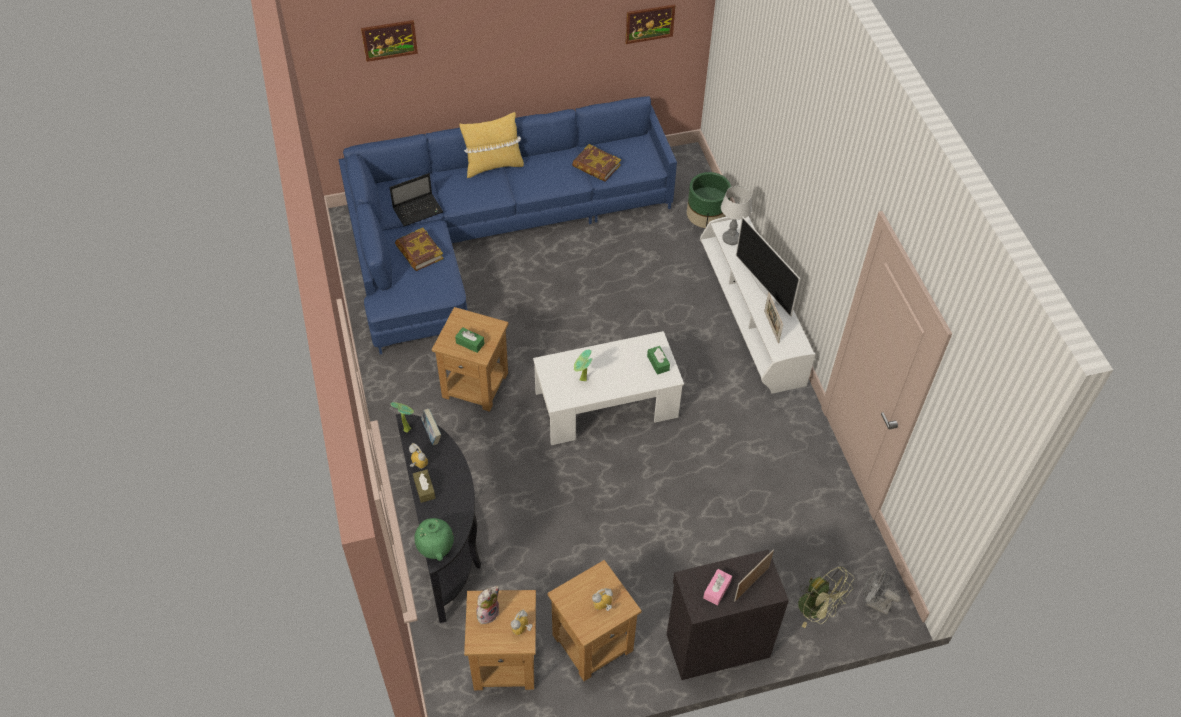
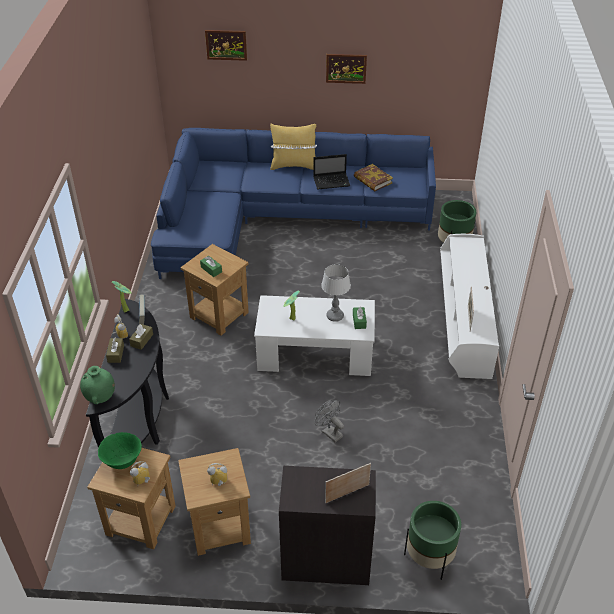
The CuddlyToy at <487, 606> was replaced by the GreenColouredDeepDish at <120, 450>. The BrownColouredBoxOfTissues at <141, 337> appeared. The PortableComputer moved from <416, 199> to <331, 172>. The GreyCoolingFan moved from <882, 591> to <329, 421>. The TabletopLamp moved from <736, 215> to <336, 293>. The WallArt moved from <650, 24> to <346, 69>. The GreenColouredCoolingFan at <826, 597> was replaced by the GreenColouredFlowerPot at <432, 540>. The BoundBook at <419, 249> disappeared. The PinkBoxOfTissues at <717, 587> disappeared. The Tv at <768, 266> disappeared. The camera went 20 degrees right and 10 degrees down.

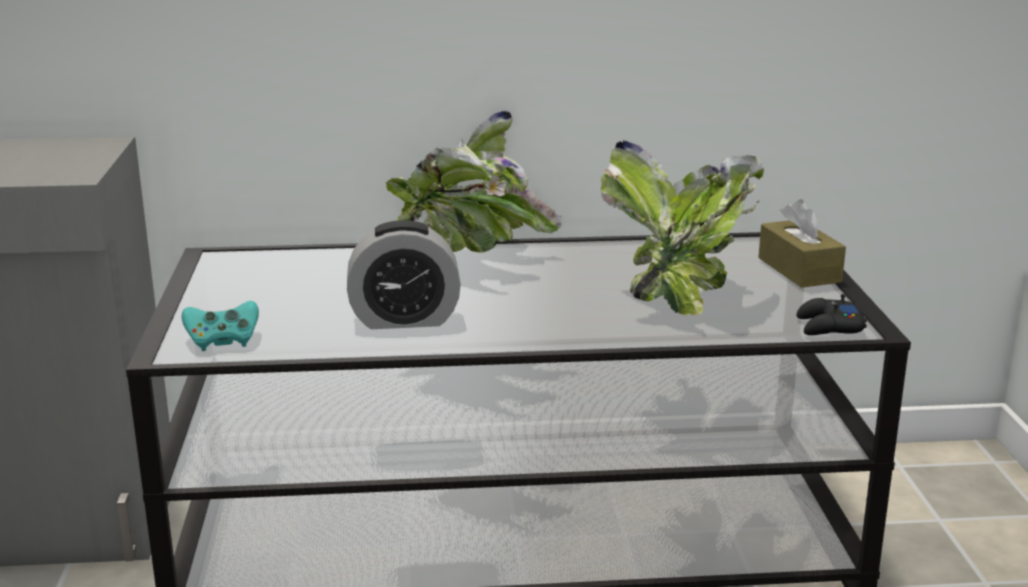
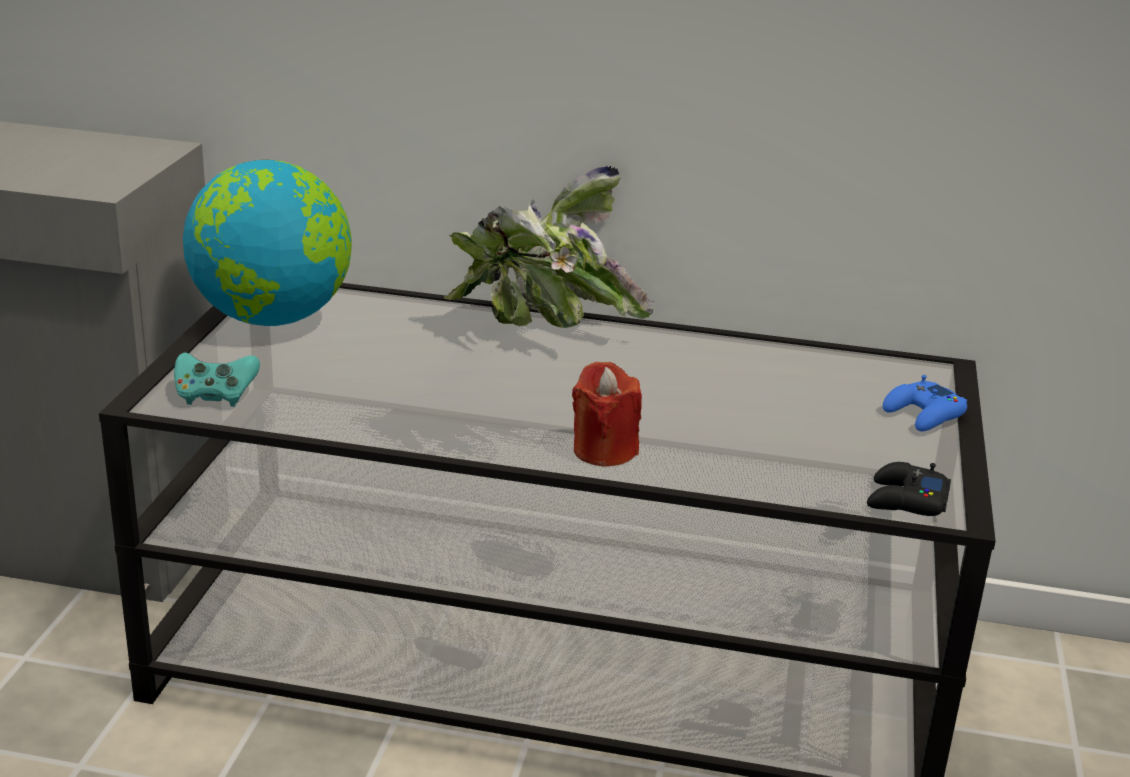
The DeskGlobe at <267, 243> appeared. The ReddishWaxLight at <607, 414> appeared. The BrownColouredBoxOfTissues at <802, 243> was replaced by the BlueGameController at <925, 403>. The AlarmClock at <404, 274> disappeared. The PottedPlant at <682, 227> disappeared. The camera went 15 degrees right and 5 degrees up.

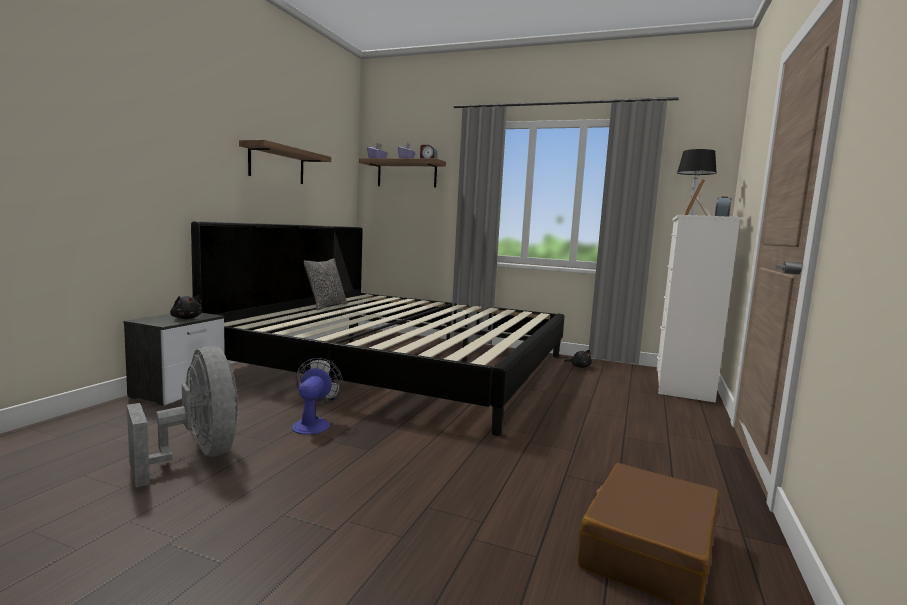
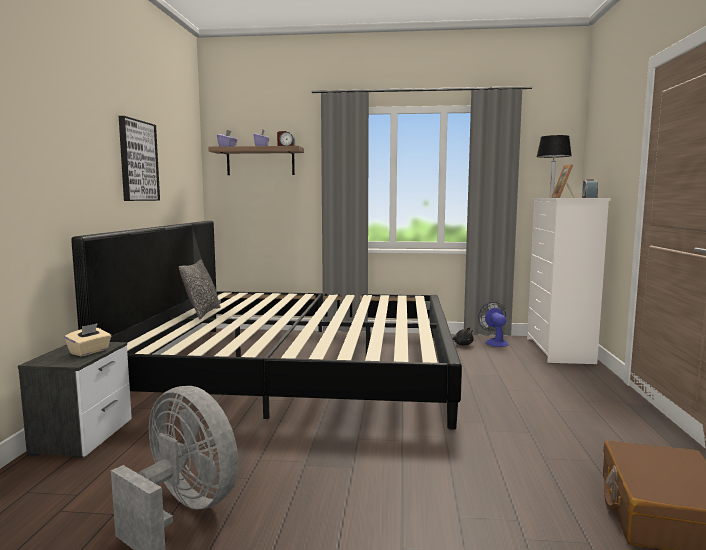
The BlackColouredCuddlyToy at <186, 307> was replaced by the SandColouredBoxOfTissues at <87, 339>. The Shelf at <285, 162> was replaced by the WallArt at <139, 158>. The CoolingFan moved from <317, 396> to <493, 324>. The camera went 15 degrees left and 0 degrees up.

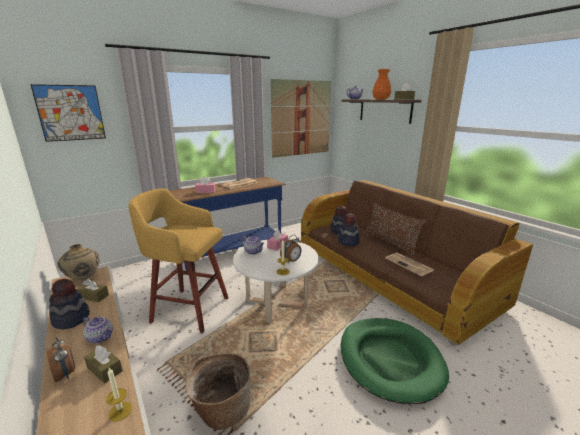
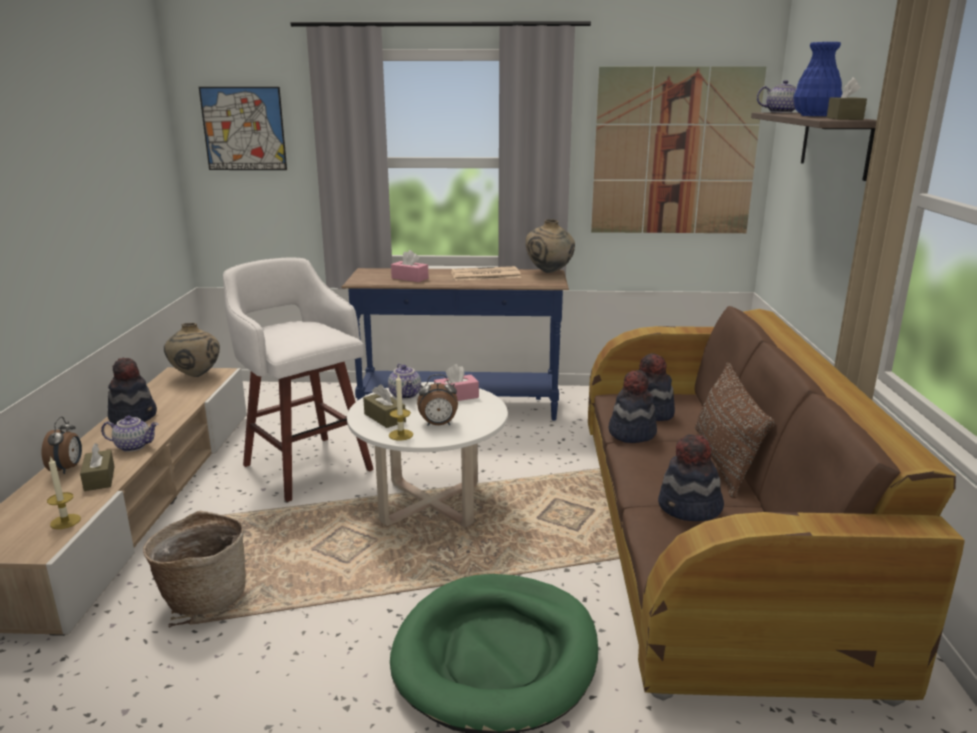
The Teapot at <98, 330> turned 60 degrees counterclockwise. The YellowStoolSeat at <178, 260> became the WhiteColouredStoolSeat at <298, 380>. The BrownColouredBoxOfTissues moved from <92, 291> to <384, 406>. The SandColouredFlowerVase at <550, 246> appeared. The PrintedPaper at <409, 264> was replaced by the ClothingHat at <691, 478>. The OrangeyFlowerVase at <381, 84> became the BlueFlowerVase at <817, 79>. The camera went 35 degrees right and 0 degrees up.

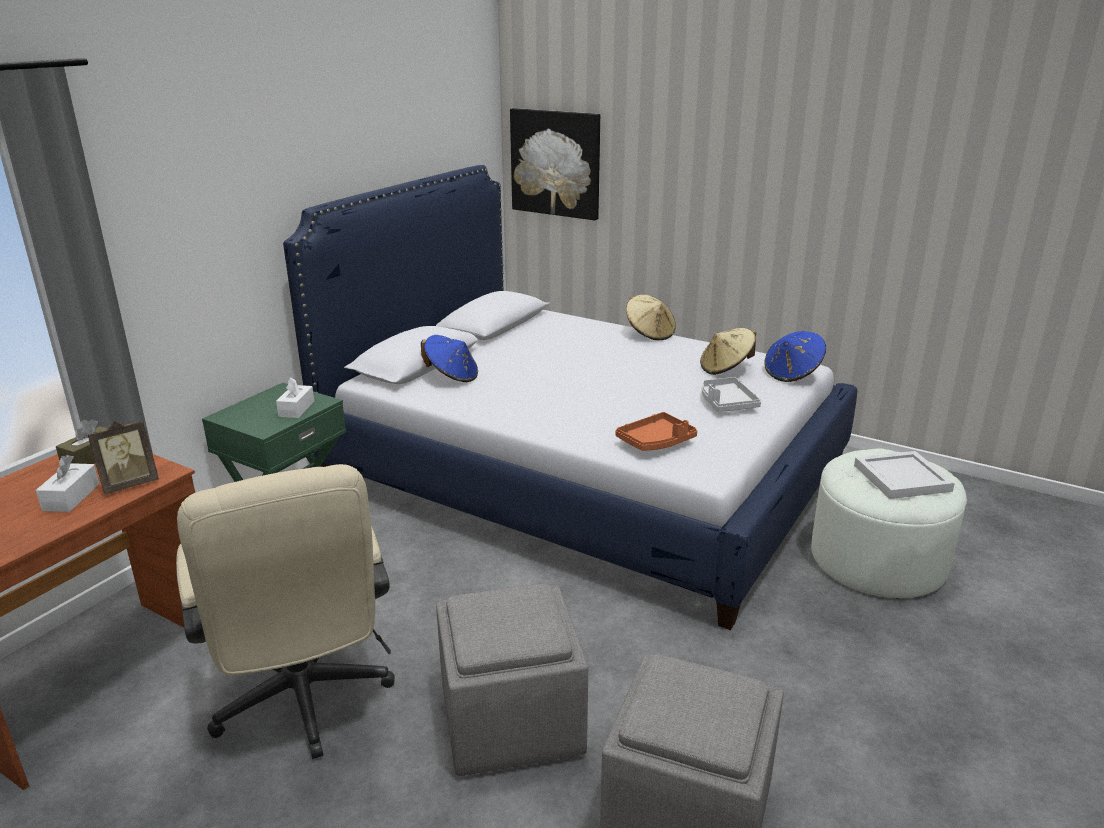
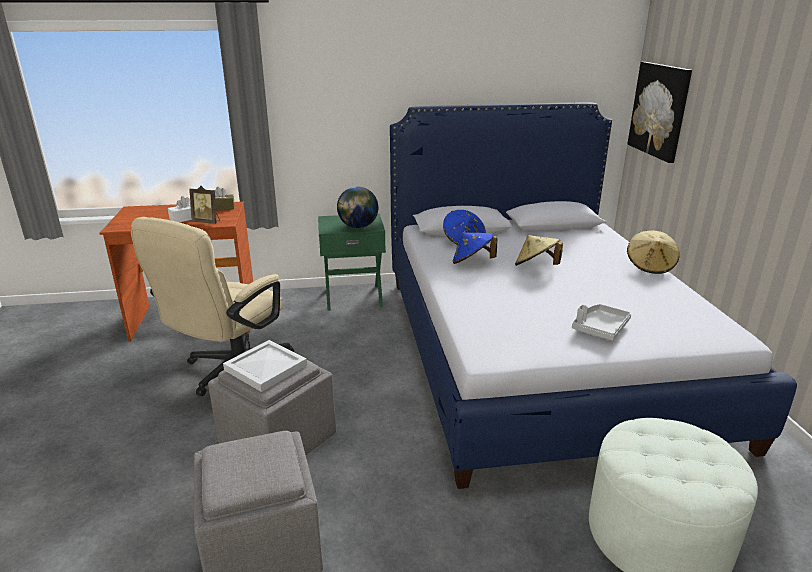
The WhiteColouredServingTray moved from <904, 475> to <265, 366>. The WhiteColouredBoxOfTissues at <295, 398> was replaced by the DeskGlobe at <358, 207>. The BlueClothingHat moved from <795, 356> to <475, 248>. The SandColouredClothingHat moved from <728, 351> to <539, 250>. The OrangeyServingTray at <656, 431> disappeared. The camera went 50 degrees right and 0 degrees up.

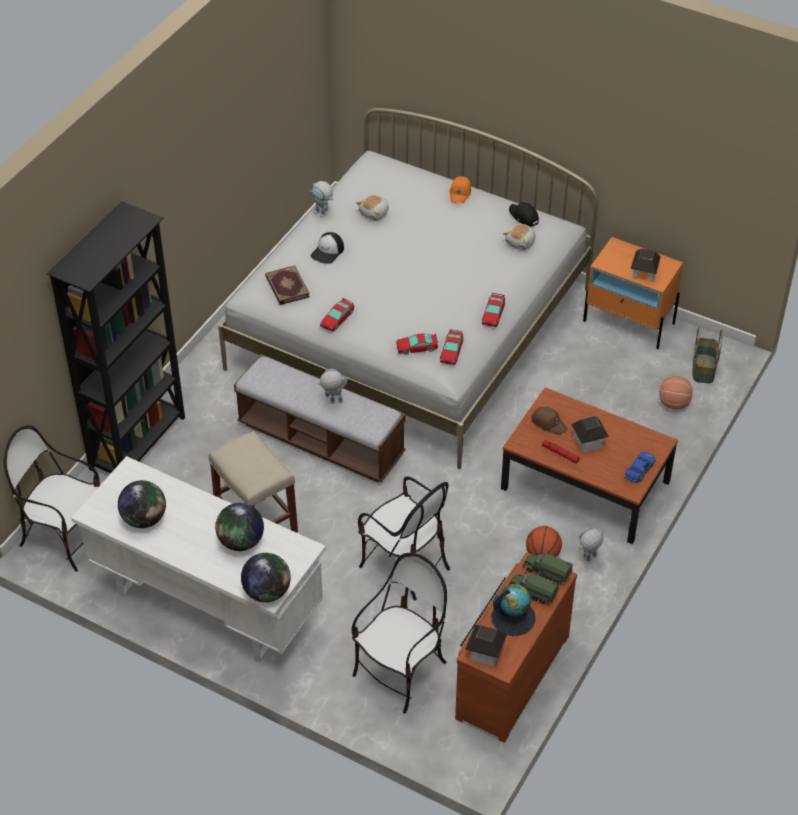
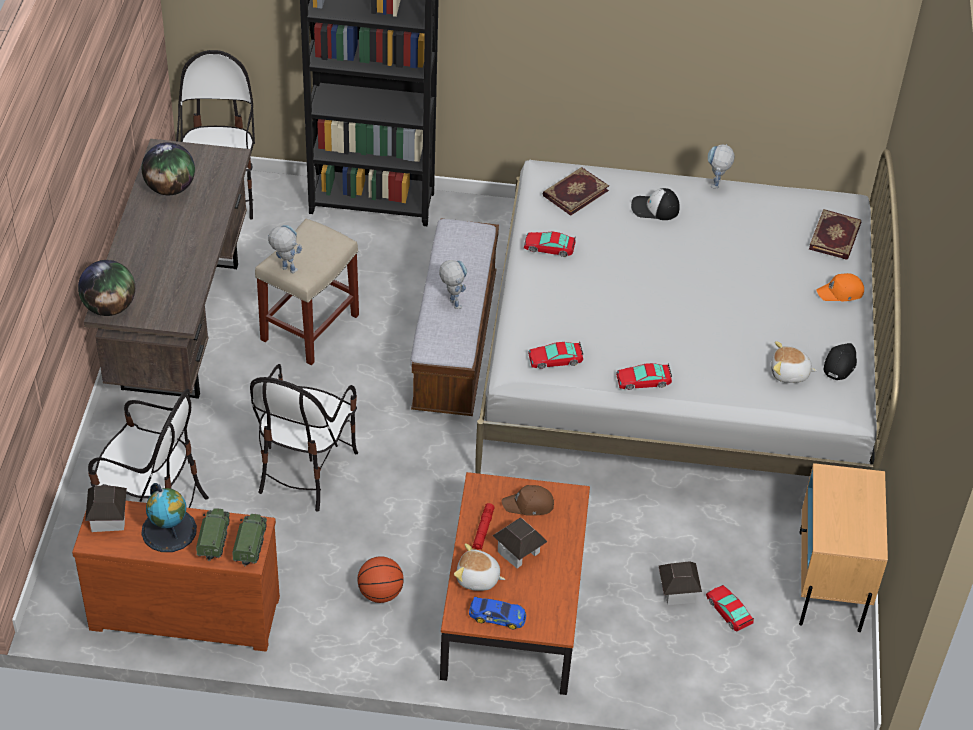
The WhiteColouredDesk at <198, 559> became the BrownColouredDesk at <167, 269>. The ModelRobot moved from <591, 544> to <285, 249>. The CuddlyToy moved from <372, 208> to <479, 567>. The BrownColouredBaseballCap at <549, 421> turned 75 degrees clockwise. The MiniatureHouse moved from <646, 265> to <680, 583>. The ToyCar moved from <417, 343> to <730, 608>. The OrangeyNightstand at <633, 293> became the SandColouredNightstand at <843, 547>. The BoundBook at <835, 234> appeared. The DeskGlobe at <239, 527> disappeared. The BallForBasketball at <676, 393> disappeared. The HouseholdBasket at <708, 355> disappeared. The camera went 65 degrees right and 0 degrees up.

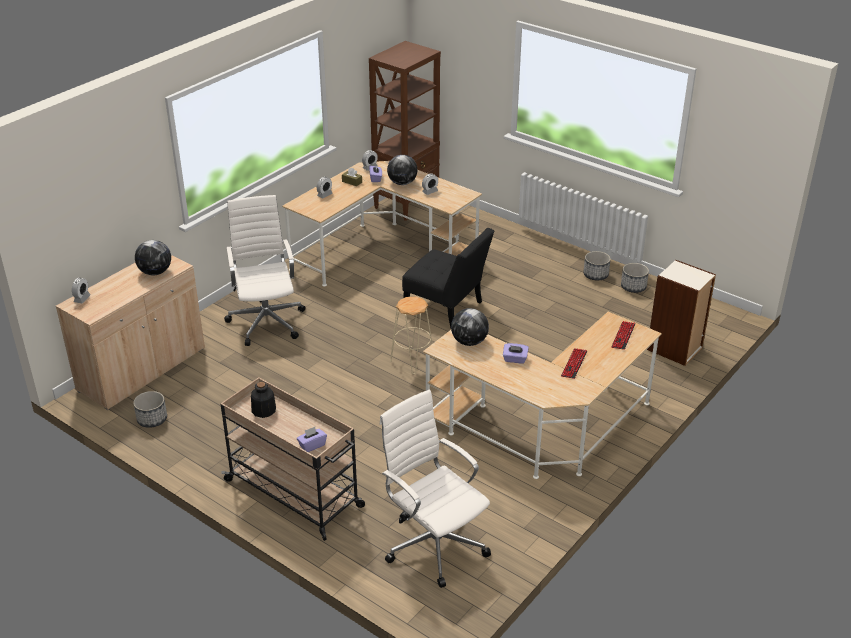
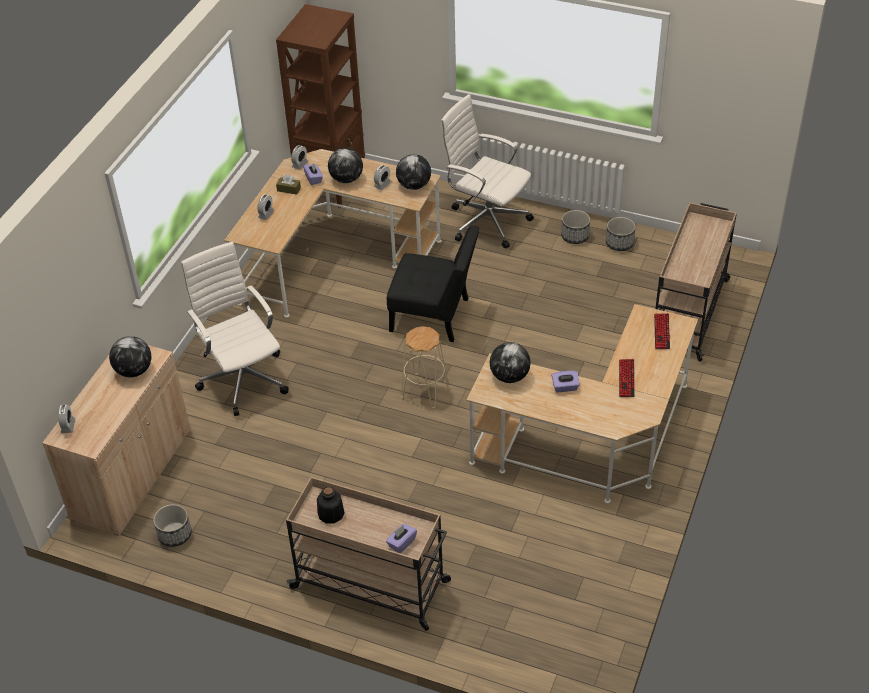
The DeskGlobe at <413, 172> appeared. The WhiteColouredComputerChair moved from <435, 489> to <487, 171>. The Bookcase at <681, 313> was replaced by the SandColouredTrolley at <696, 281>. The camera went 15 degrees left and 10 degrees up.

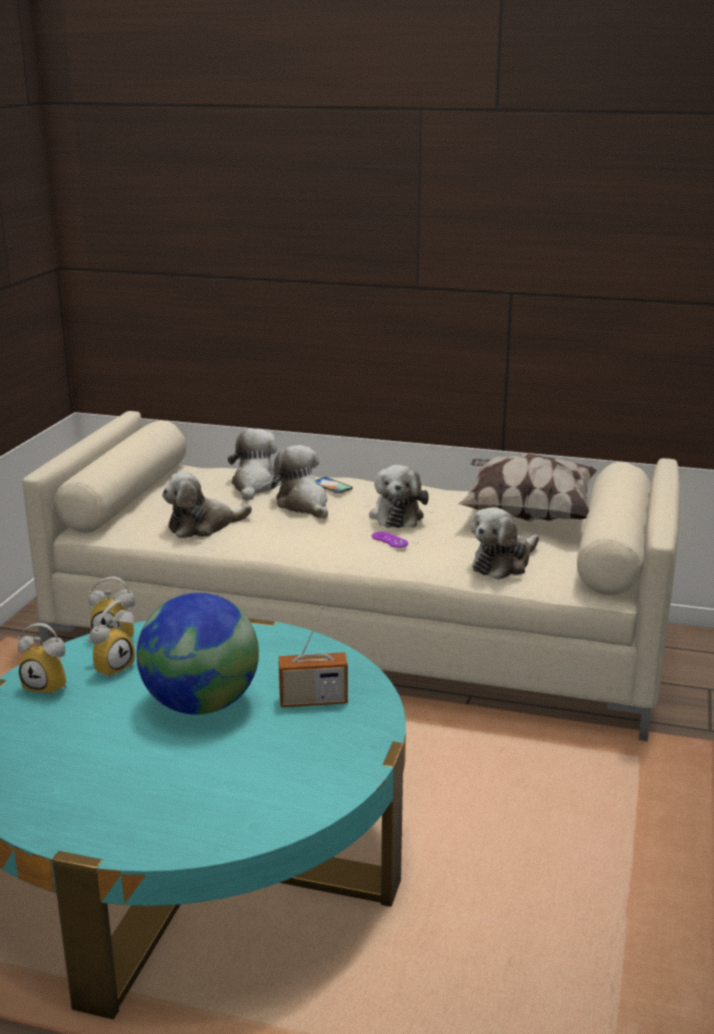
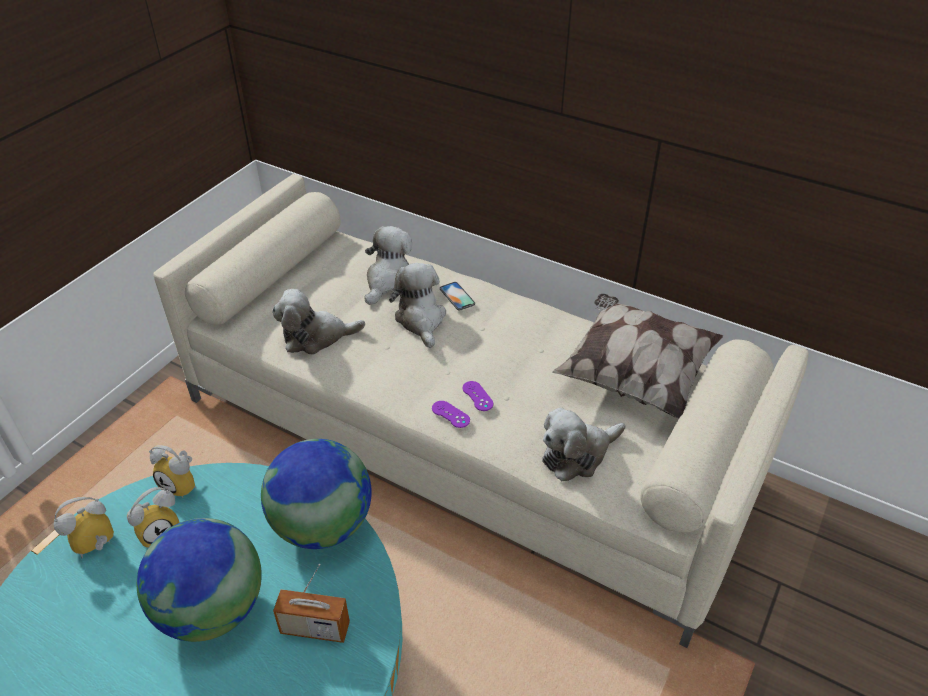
The AlarmClock at <42, 660> turned 105 degrees clockwise. The DeskGlobe at <316, 494> appeared. The PurplishGameController at <451, 414> appeared. The CuddlyToy at <399, 496> disappeared. The camera went 15 degrees right and 20 degrees up.

